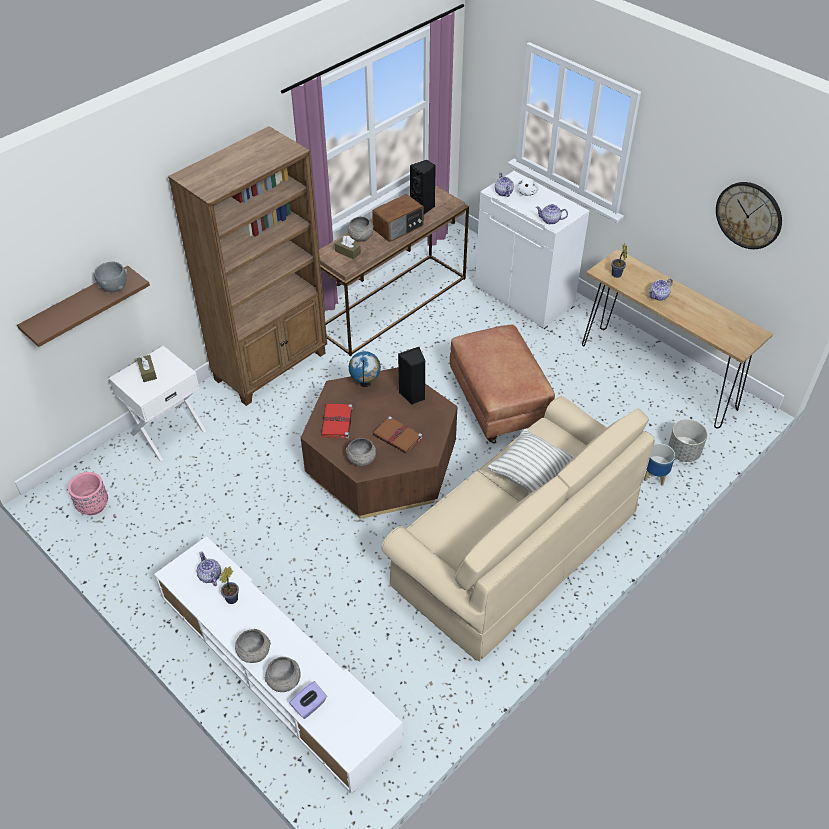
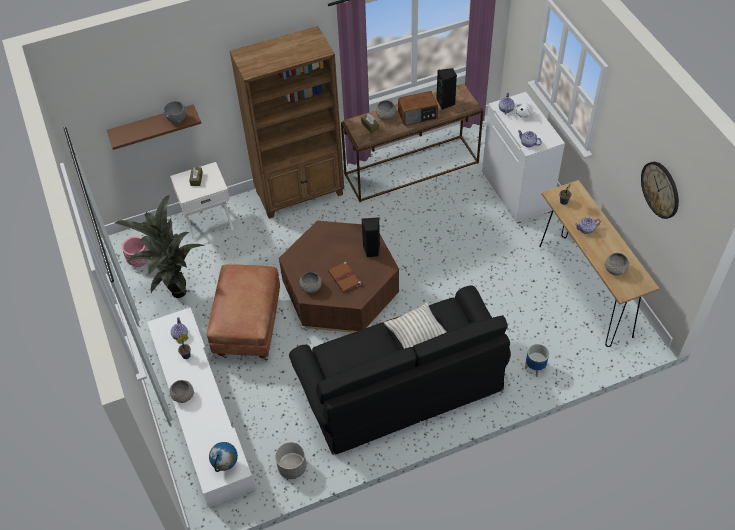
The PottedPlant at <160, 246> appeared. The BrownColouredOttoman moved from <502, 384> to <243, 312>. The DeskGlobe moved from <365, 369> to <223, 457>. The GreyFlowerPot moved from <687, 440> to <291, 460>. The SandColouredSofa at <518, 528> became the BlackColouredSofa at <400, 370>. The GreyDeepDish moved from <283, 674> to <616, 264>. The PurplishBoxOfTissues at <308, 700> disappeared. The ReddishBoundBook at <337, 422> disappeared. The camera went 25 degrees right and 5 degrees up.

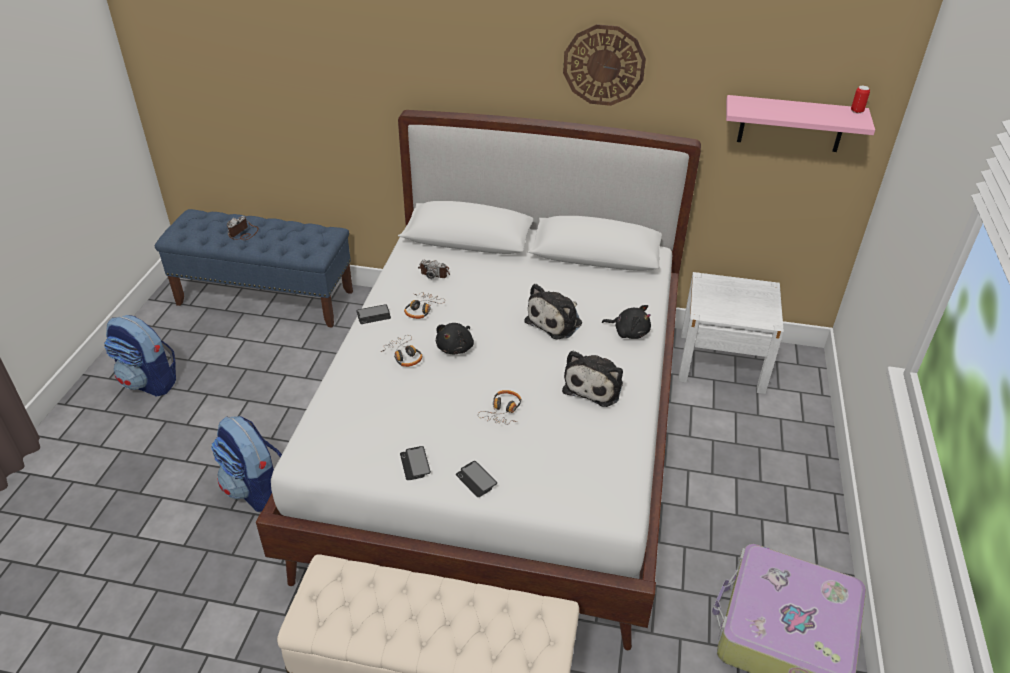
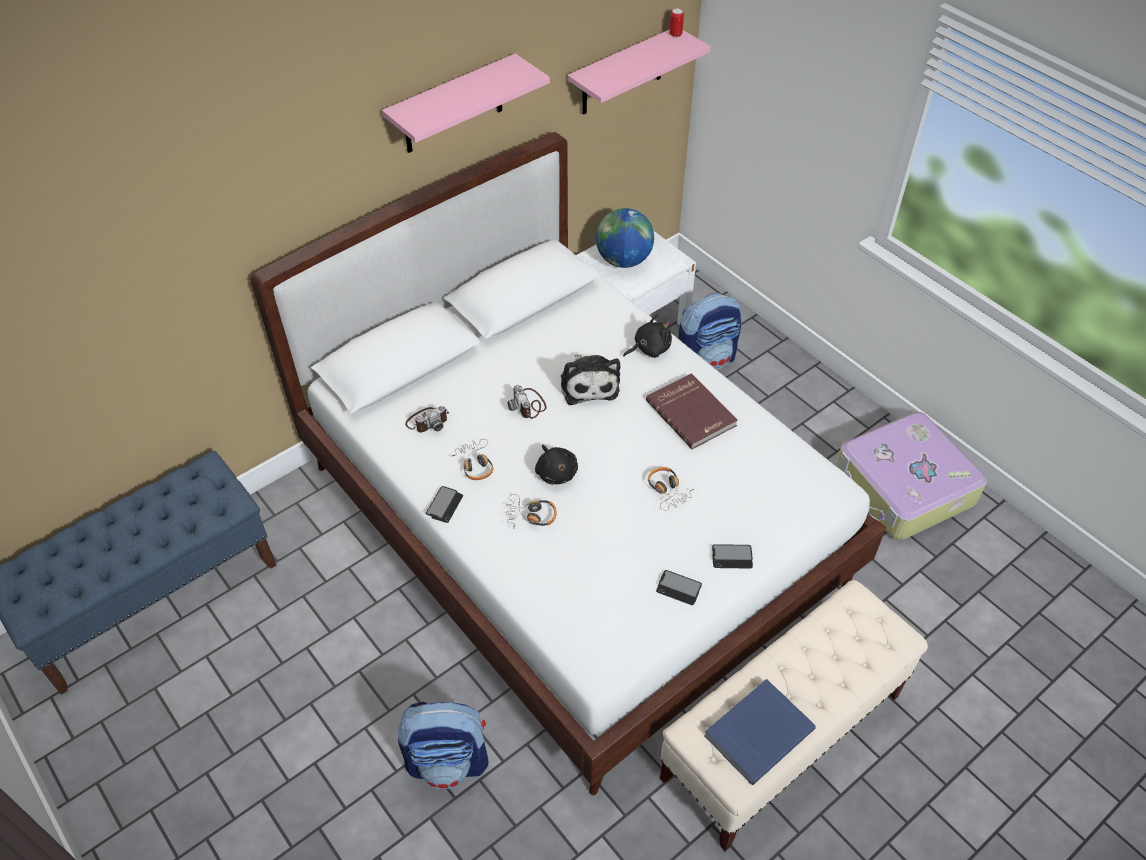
The HangingClock at <604, 65> was replaced by the PinkShelf at <466, 103>. The StillCamera moved from <243, 228> to <527, 402>. The DeskGlobe at <625, 238> appeared. The CuddlyToy at <592, 379> was replaced by the ReddishBoundBook at <692, 411>. The Knapsack moved from <140, 356> to <710, 331>. The BlueBoundBook at <760, 732> appeared. The camera went 50 degrees left and 10 degrees up.

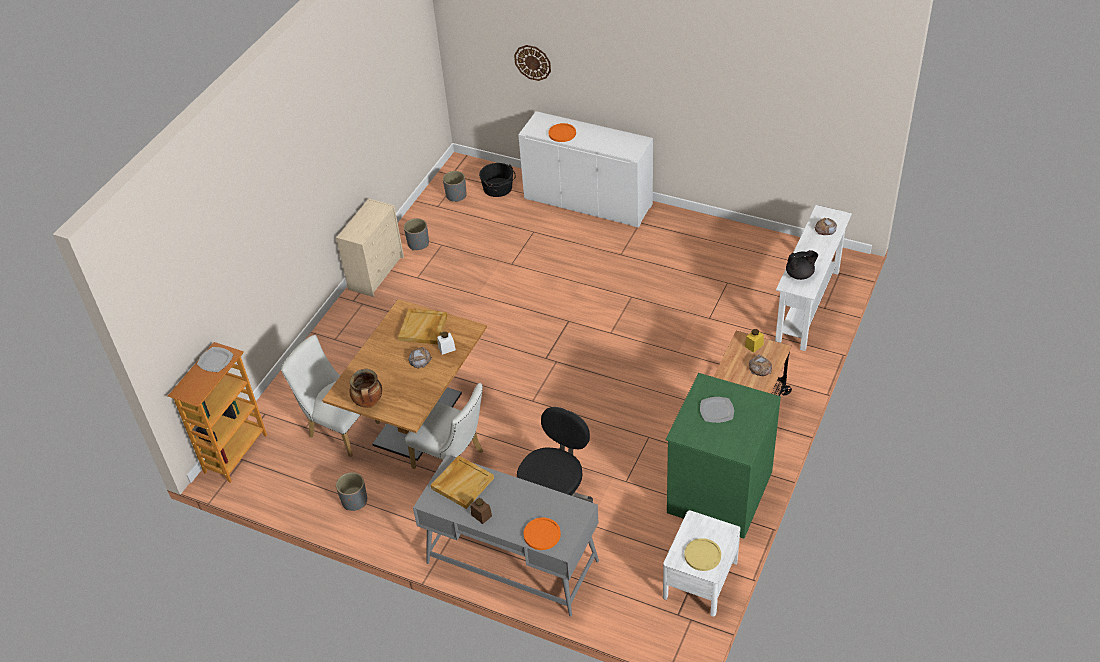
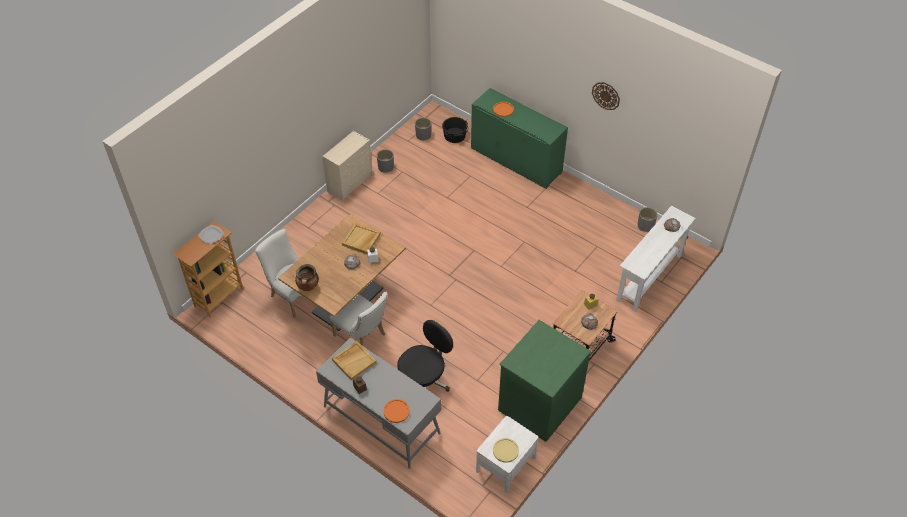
The WhiteColouredCupboard at <585, 169> became the GreenColouredCupboard at <519, 138>. The HangingClock moved from <532, 63> to <606, 96>. The GreyFlowerPot moved from <351, 491> to <648, 219>. The FlatDish at <717, 410> disappeared. The BlackColouredTeapot at <802, 265> disappeared. The camera went 10 degrees right and 5 degrees up.

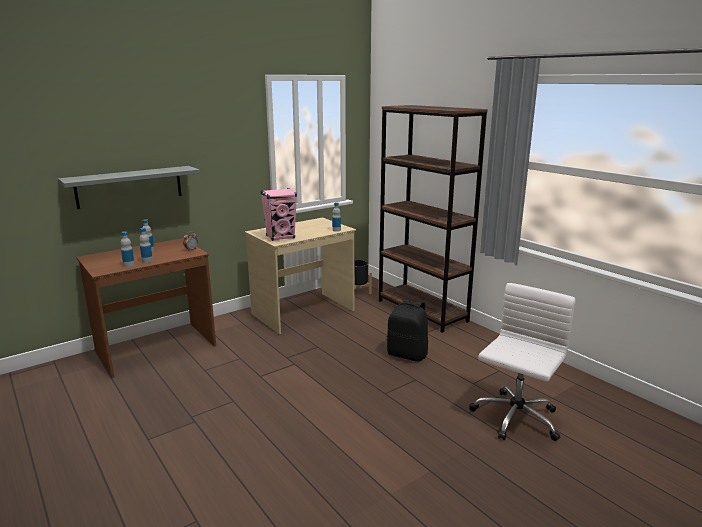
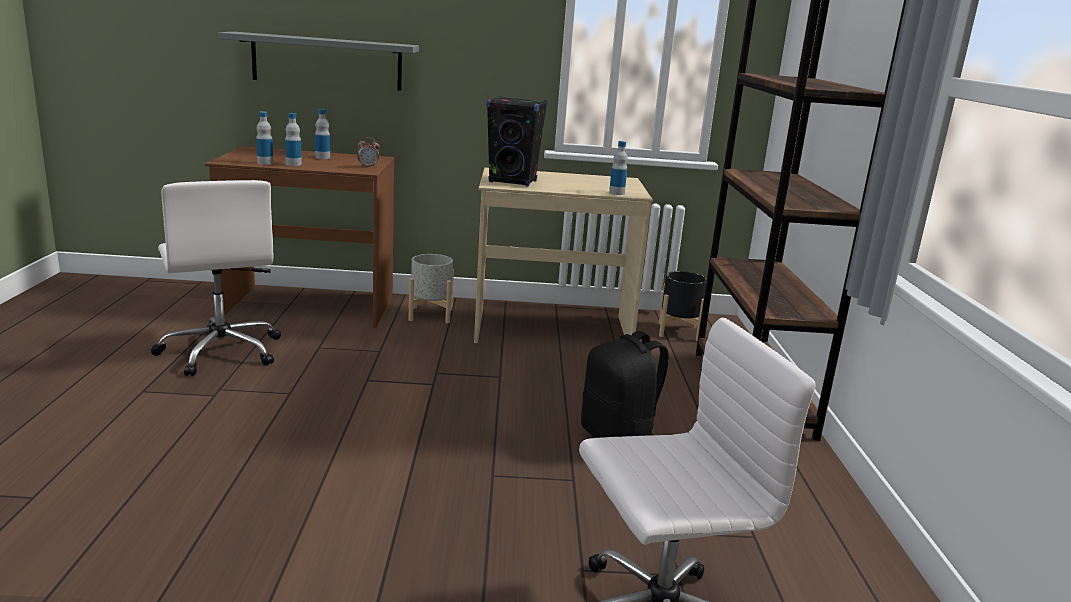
The WhiteColouredComputerChair at <216, 278> appeared. The GreyFlowerPot at <431, 288> appeared. The PinkLoudspeaker at <279, 214> became the BlackColouredLoudspeaker at <517, 141>. The camera went 35 degrees right and 0 degrees up.

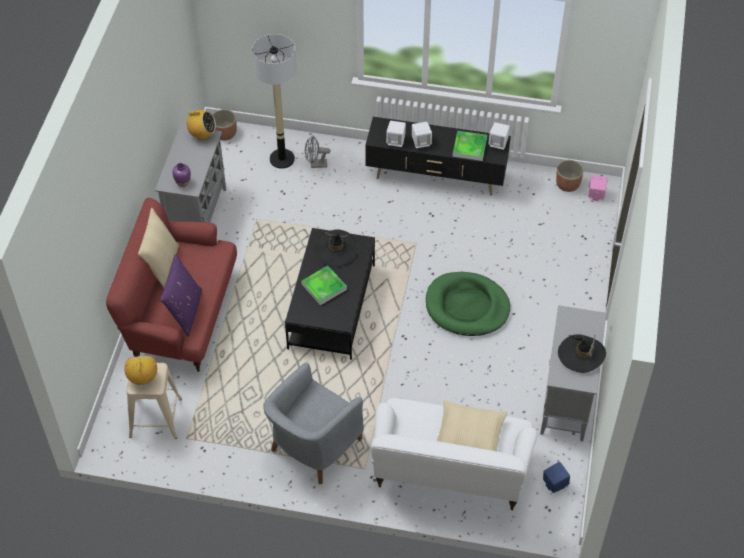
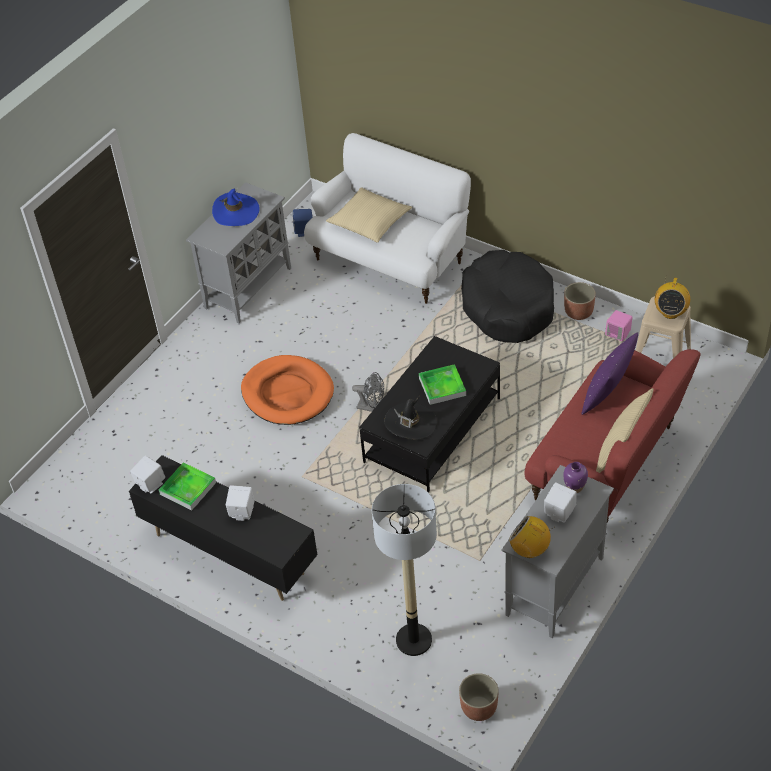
The BlackColouredClothingHat at <582, 353> became the BlueClothingHat at <236, 206>. The GreenColouredPetBed at <468, 304> became the OrangeyPetBed at <287, 390>. The GreyCoolingFan moved from <318, 152> to <368, 392>. The GreyLoungeChair at <313, 423> was replaced by the BlackColouredPetBed at <507, 296>. The WhiteColouredLoudspeaker moved from <396, 134> to <560, 502>. The FlowerPot moved from <570, 176> to <580, 301>. The PinkLoudspeaker moved from <598, 188> to <619, 325>. The camera went 155 degrees left and 5 degrees down.

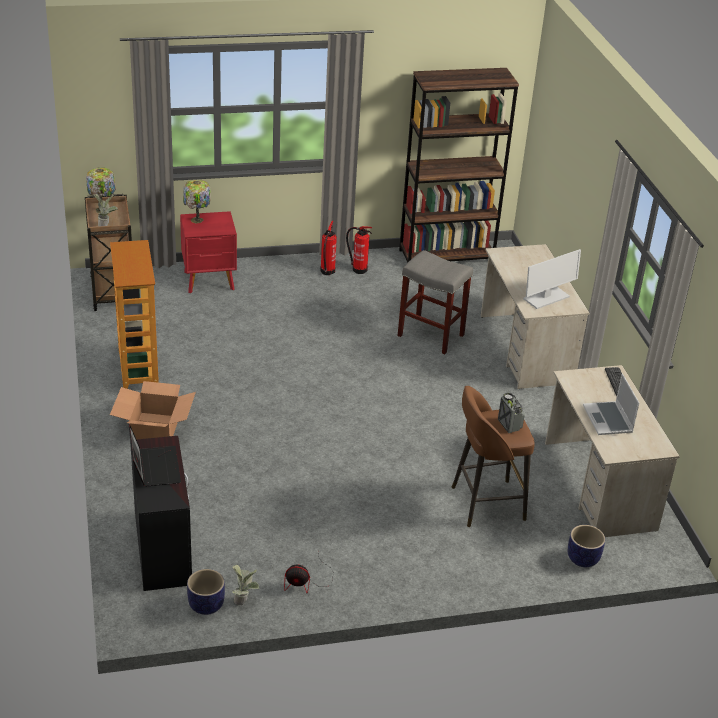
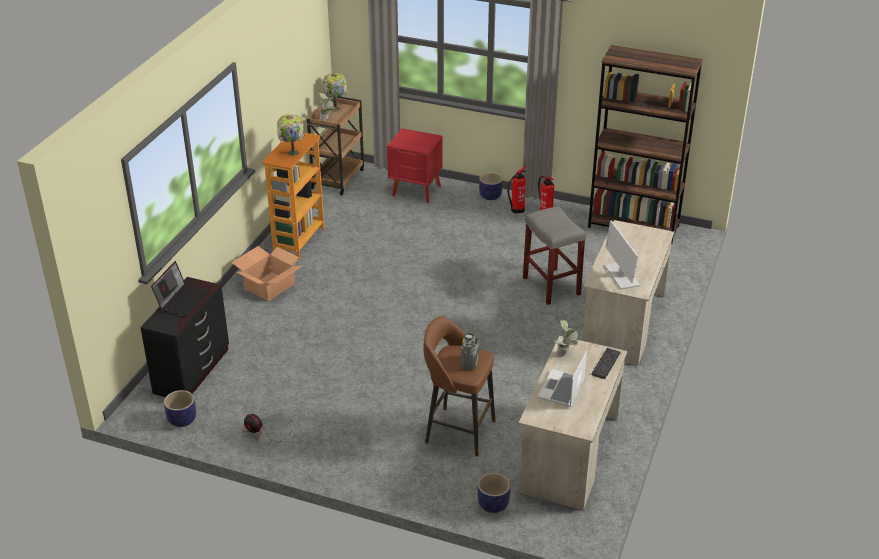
The TabletopLamp moved from <197, 201> to <290, 135>. The FlowerPot at <491, 186> appeared. The PottedPlant moved from <245, 585> to <566, 338>. The ComputerDisplay at <552, 279> turned 75 degrees clockwise. The camera went 35 degrees right and 0 degrees up.

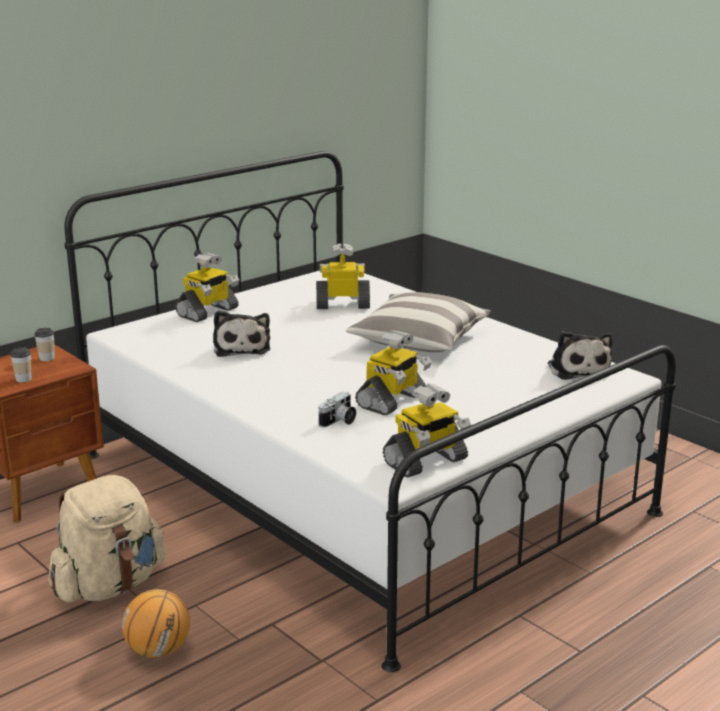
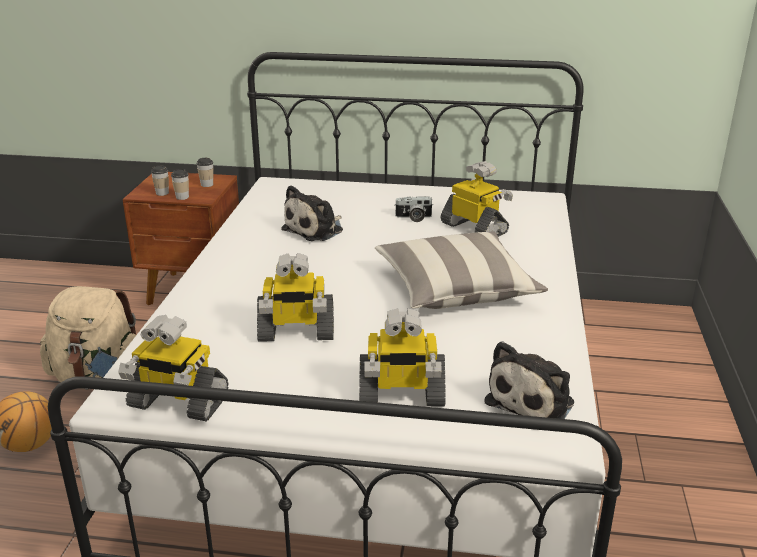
The DrinkingCup at <180, 184> appeared. The ModelRobot moved from <207, 287> to <402, 357>. The StillCamera moved from <337, 409> to <413, 209>. The camera went 50 degrees right and 5 degrees up.

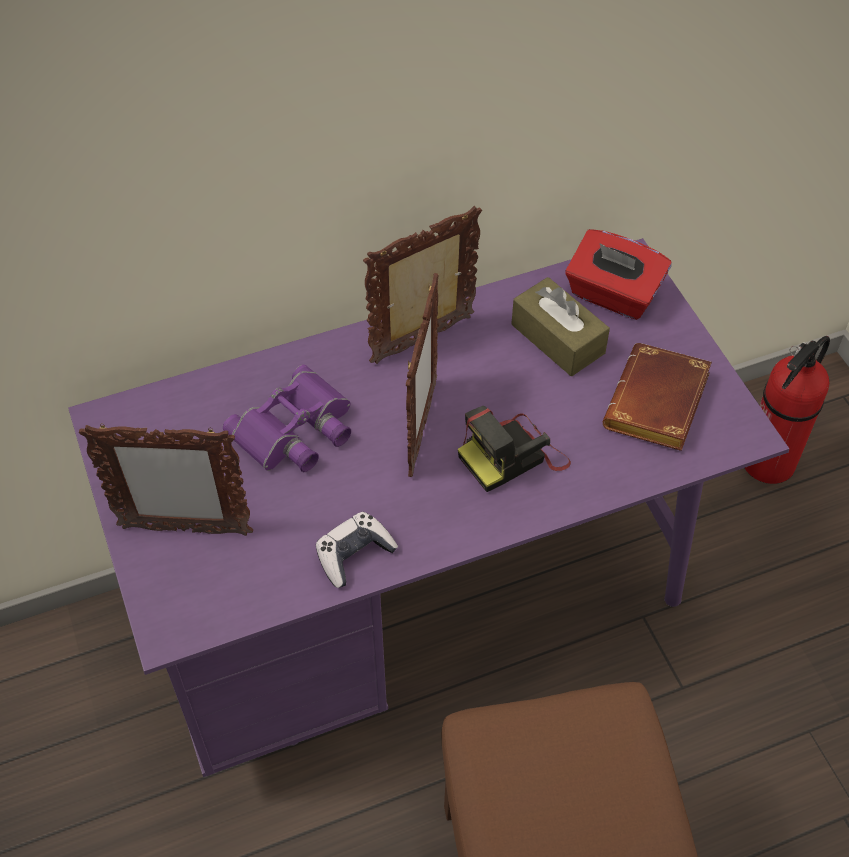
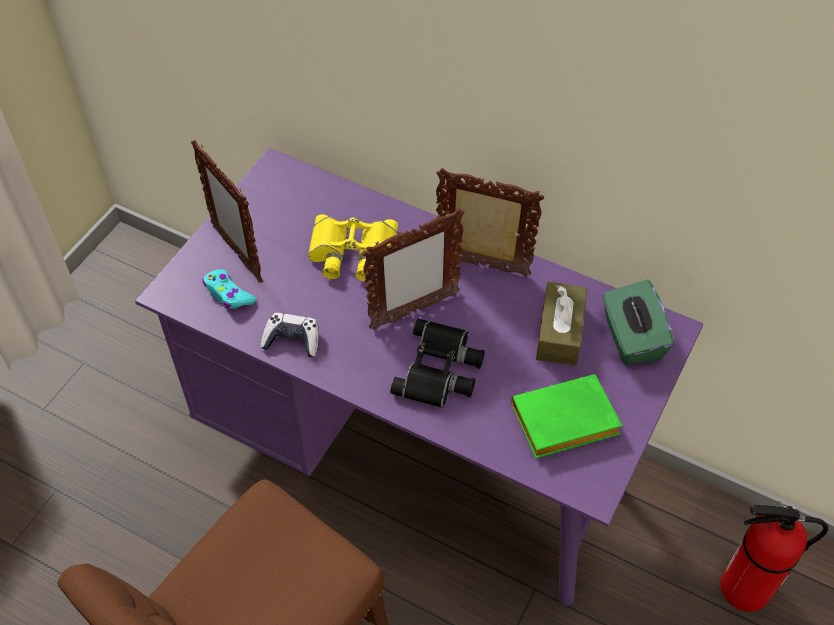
The BlueGreenGameController at <229, 289> appeared. The PurplishPairOfBinoculars at <287, 418> became the YellowPairOfBinoculars at <353, 247>. The StillCamera at <514, 449> was replaced by the BlackColouredPairOfBinoculars at <437, 363>. The BrownColouredBoundBook at <657, 397> became the GreenColouredBoundBook at <566, 416>. The ReddishBoxOfTissues at <618, 274> became the GreenColouredBoxOfTissues at <638, 322>. The camera went 50 degrees right and 0 degrees up.

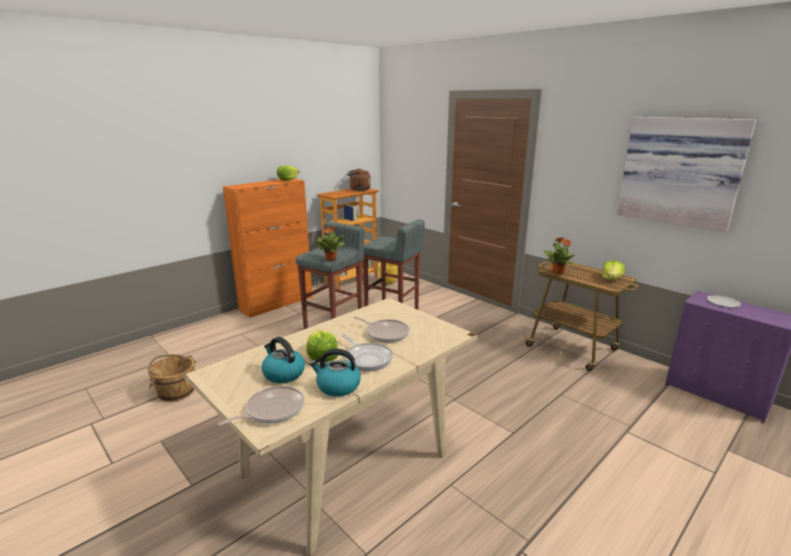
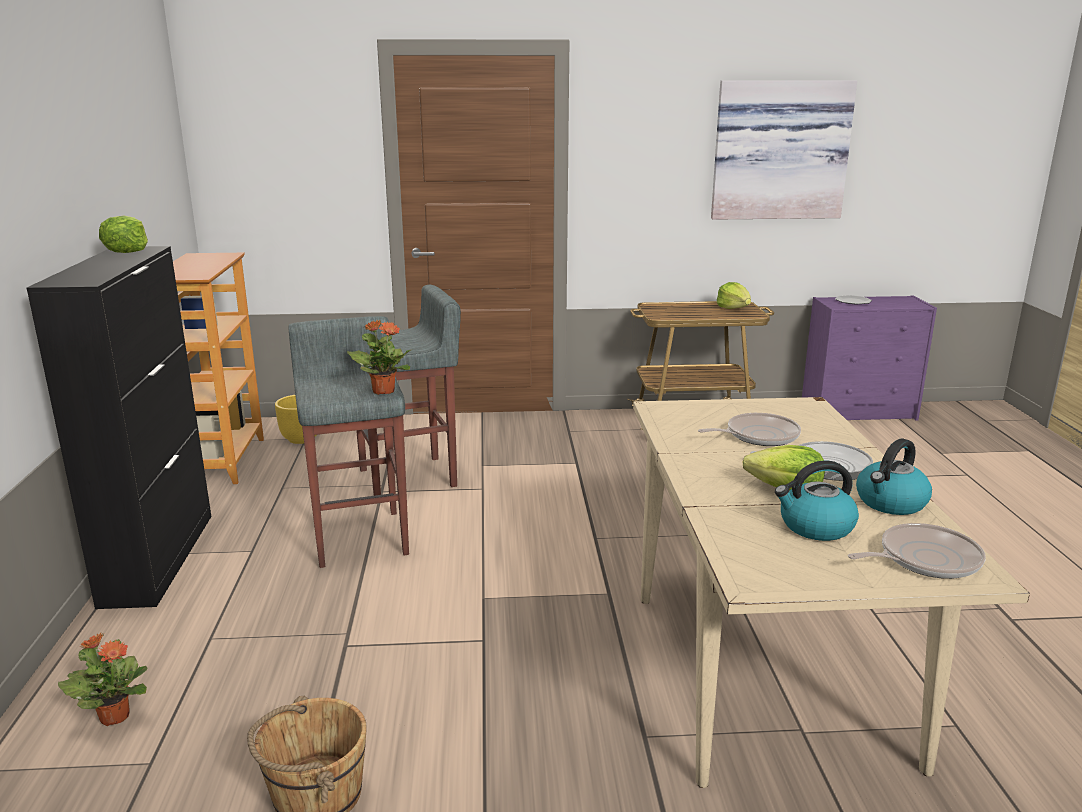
The OrangeyCupboard at <267, 248> became the BlackColouredCupboard at <119, 427>. The PottedPlant moved from <558, 255> to <102, 679>. The Skillet at <261, 406> turned 75 degrees clockwise. The BrownColouredWaterKettle at <359, 180> disappeared. The camera went 50 degrees left and 0 degrees up.

